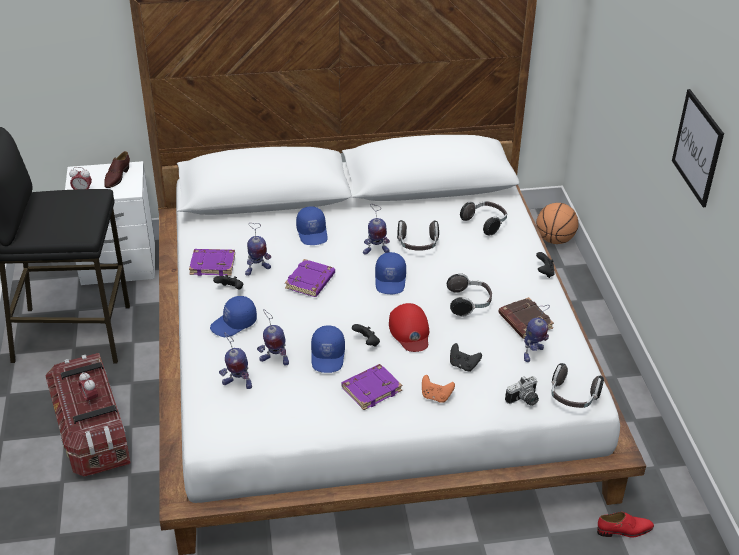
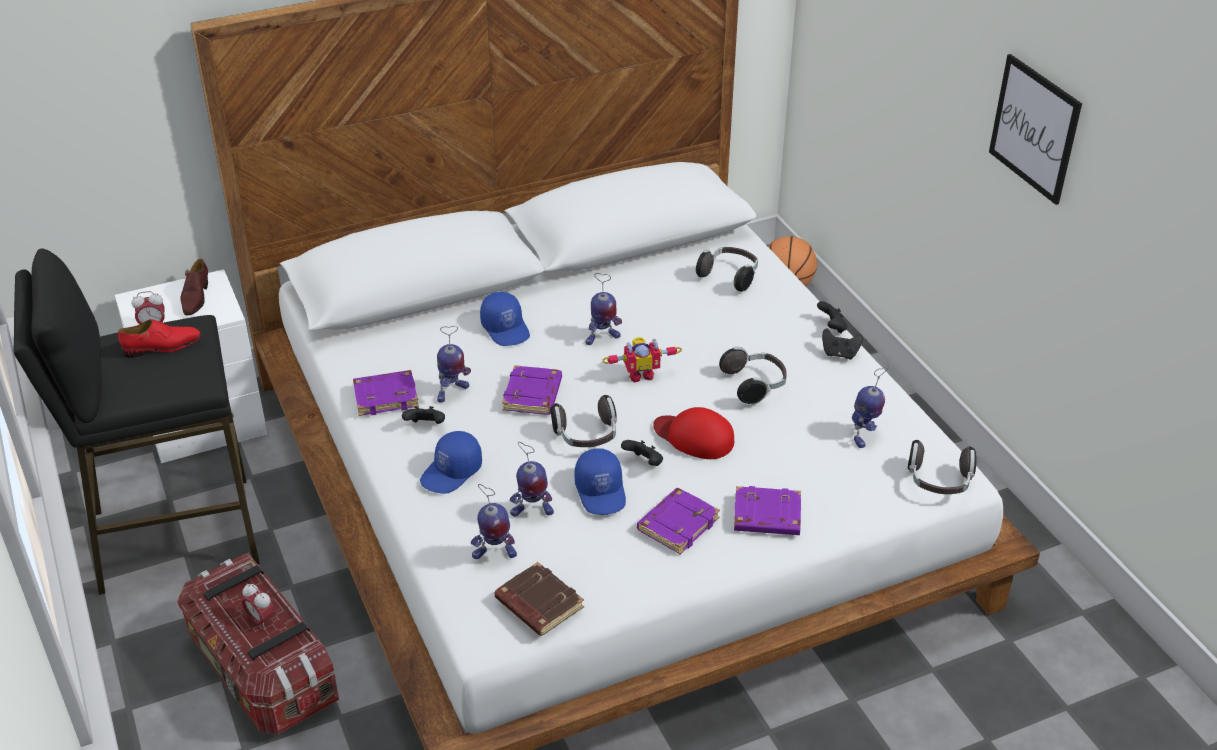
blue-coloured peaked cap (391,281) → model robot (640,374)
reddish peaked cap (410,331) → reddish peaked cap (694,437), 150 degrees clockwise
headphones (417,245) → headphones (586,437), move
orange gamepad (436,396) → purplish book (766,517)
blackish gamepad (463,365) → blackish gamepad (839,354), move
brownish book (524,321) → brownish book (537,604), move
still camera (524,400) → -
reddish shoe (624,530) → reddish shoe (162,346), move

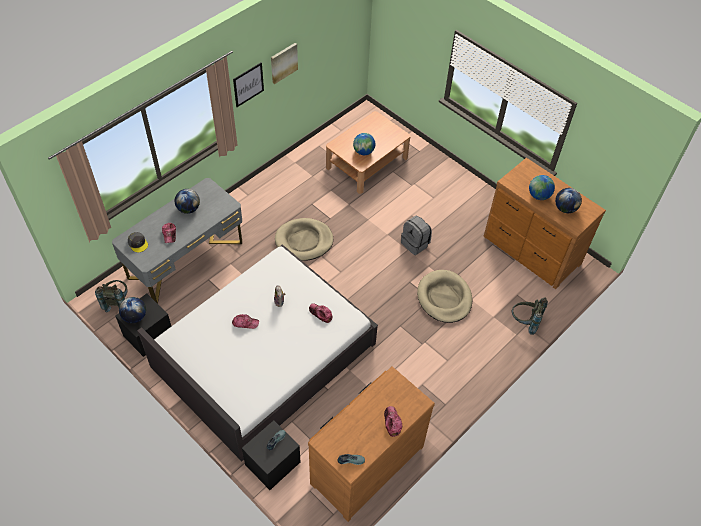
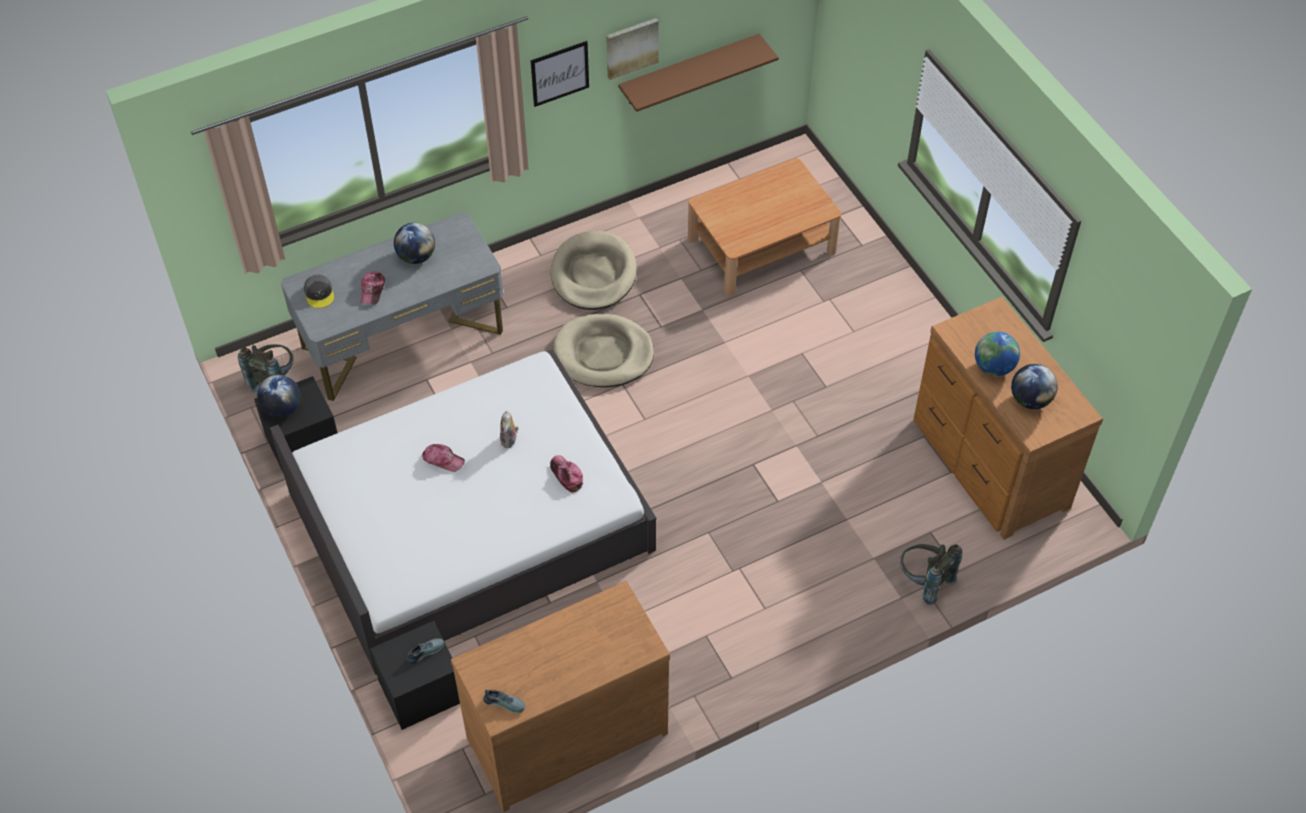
globe (363,152) → -
peaked cap (392,422) → -
greyish knapsack (415,244) → -
beige-coloured dog bed (444,298) → beige-coloured dog bed (593,274), move
- → brownish bracket shelf (689,70)

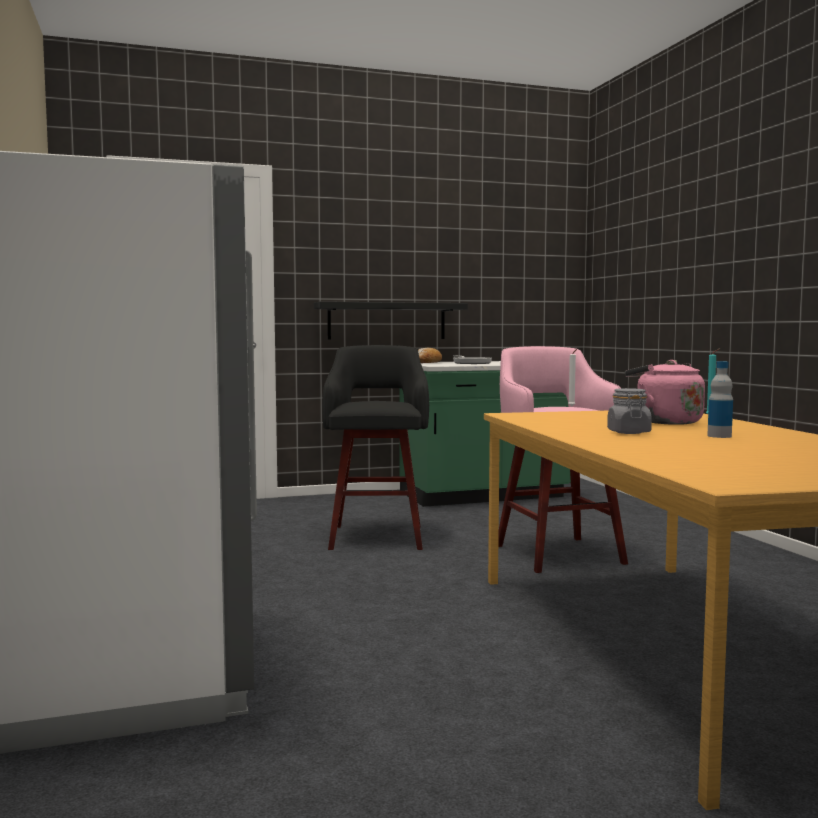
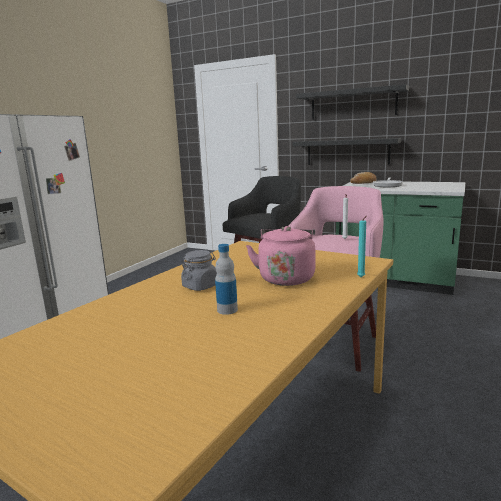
- → blackish bracket shelf (353,104)

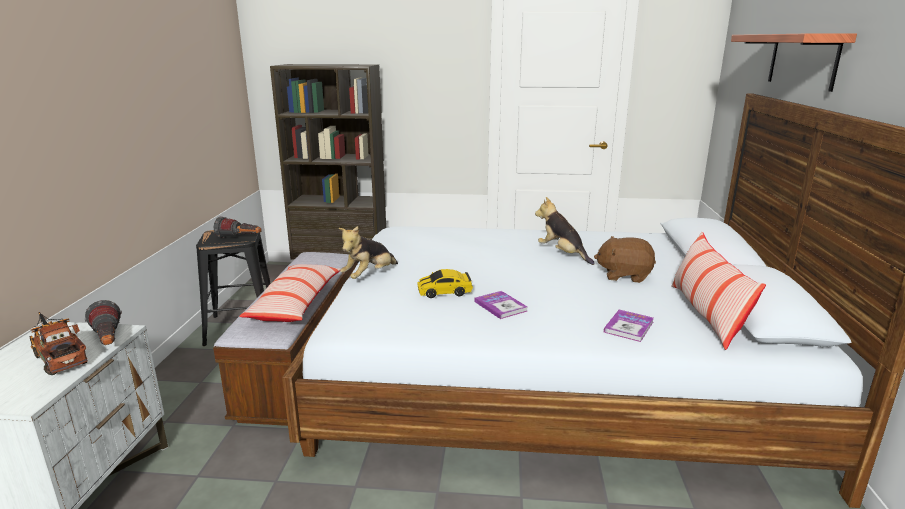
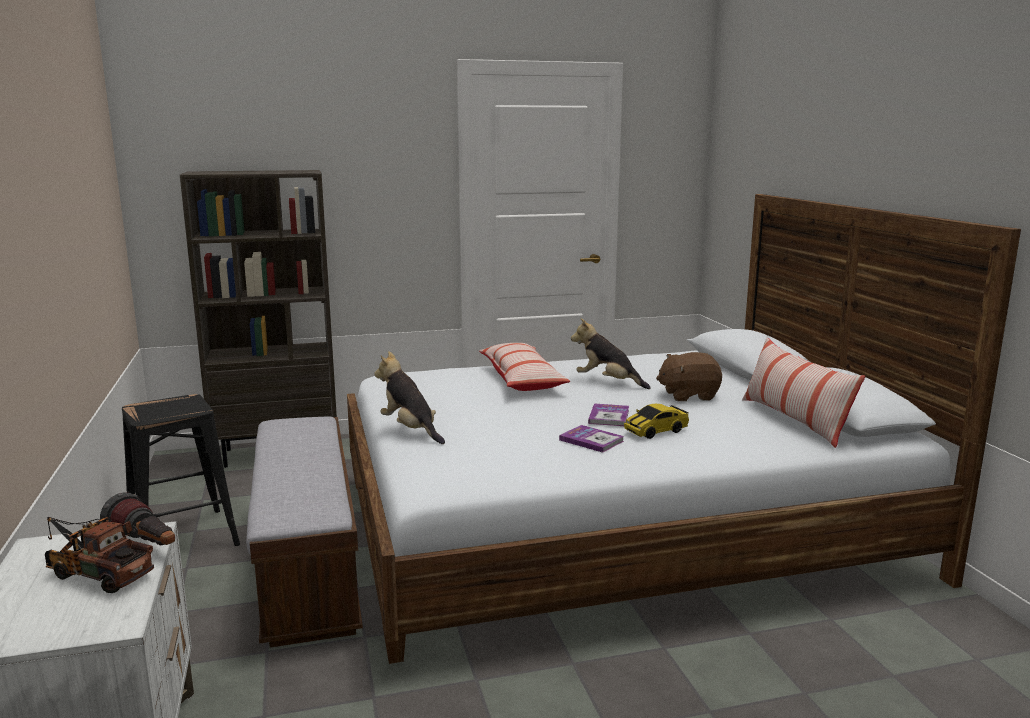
hand torch (240,238) → -
pillow (296,304) → pillow (522,379), move
soft toy (369,276) → soft toy (410,430), 120 degrees clockwise
toy car (444,292) → toy car (656,431), move
book (629,327) → book (609,416), move
bracket shelf (802,60) → -

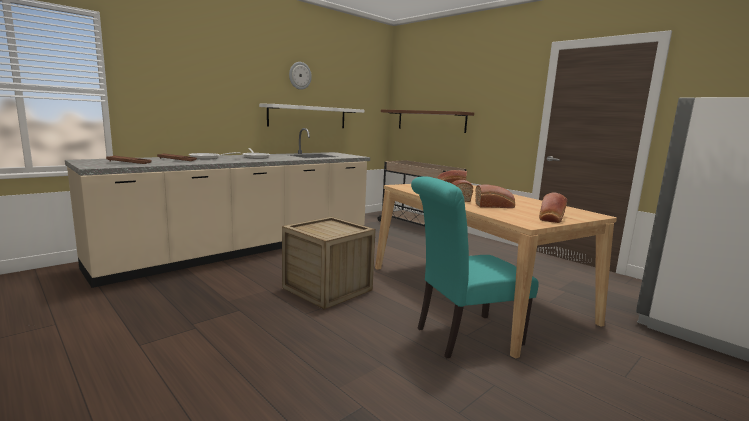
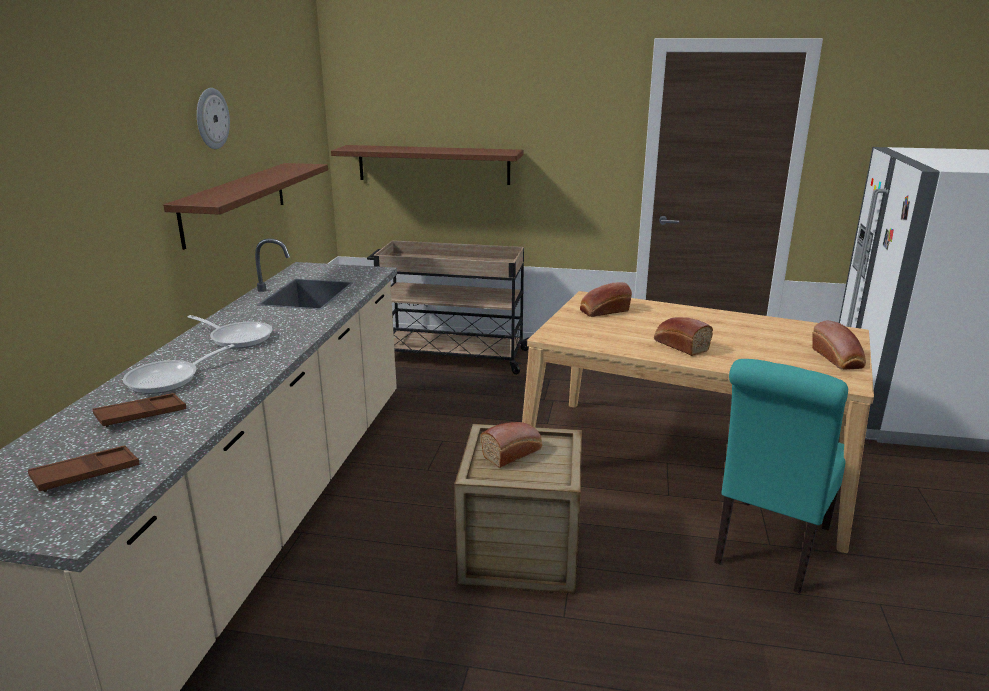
whitish bracket shelf (308,117) → brownish bracket shelf (235,202)
bread (495,206) → bread (513,453), move

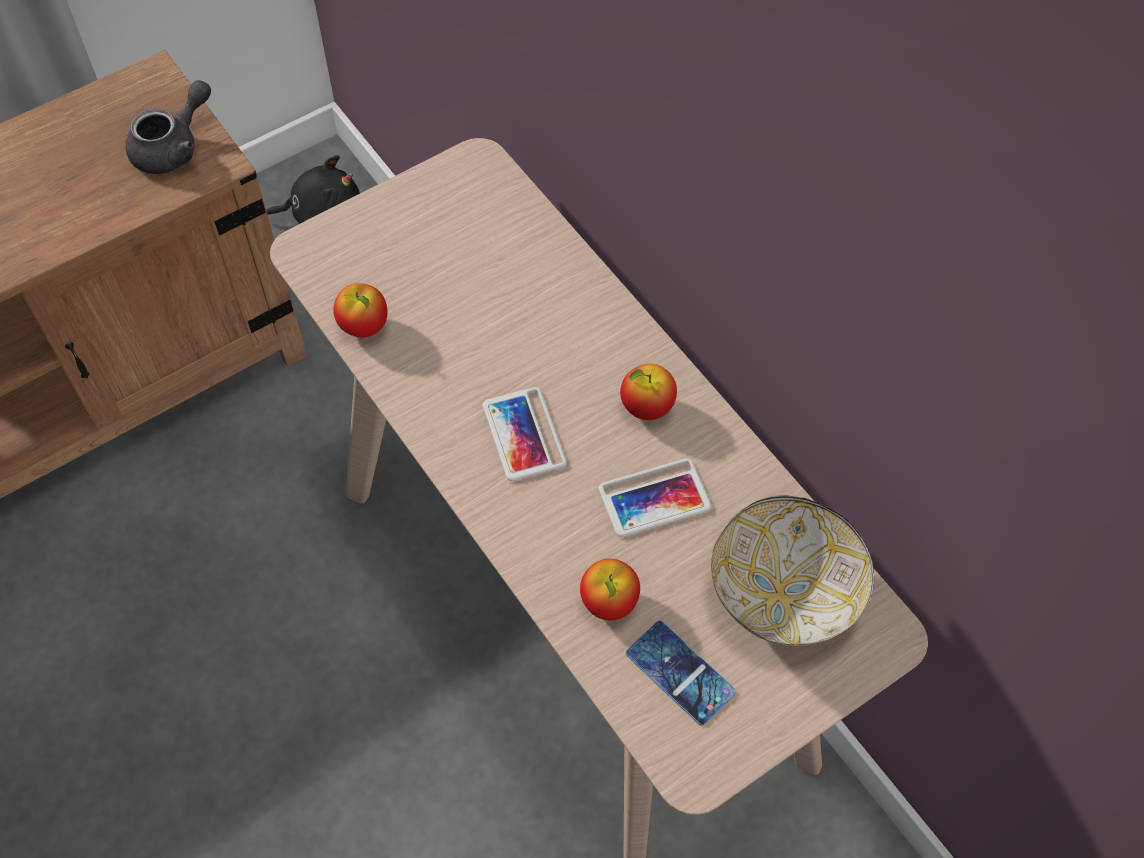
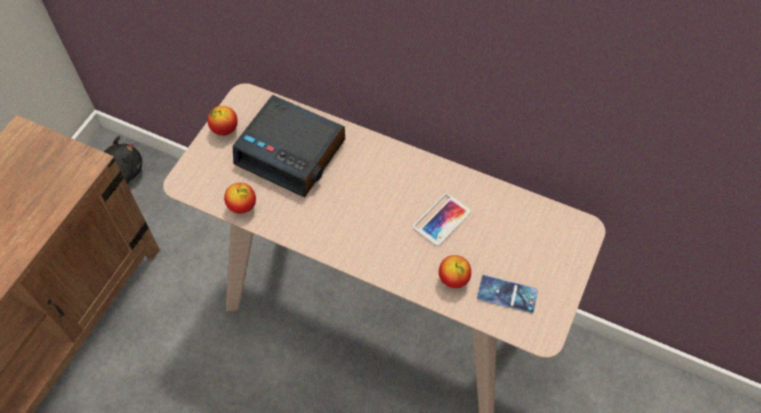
greyish pot for tea (174,147) → -
handset (524,434) → -
whole apple (647,407) → whole apple (225,129), move
serving bowl (785,595) → -
- → table clock (292,152)

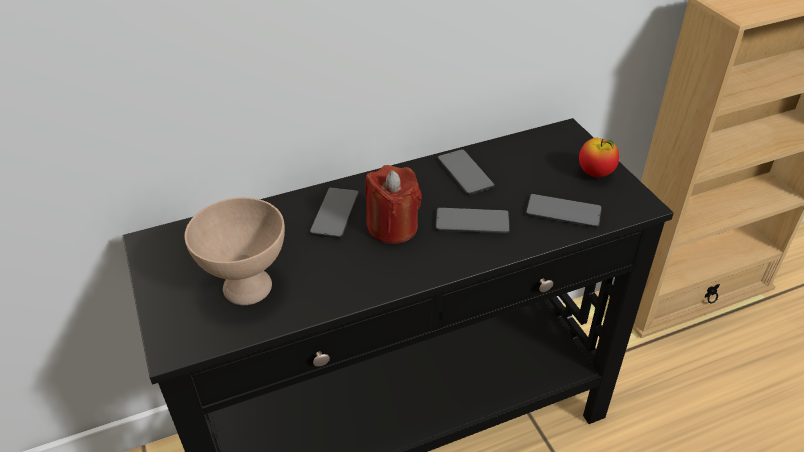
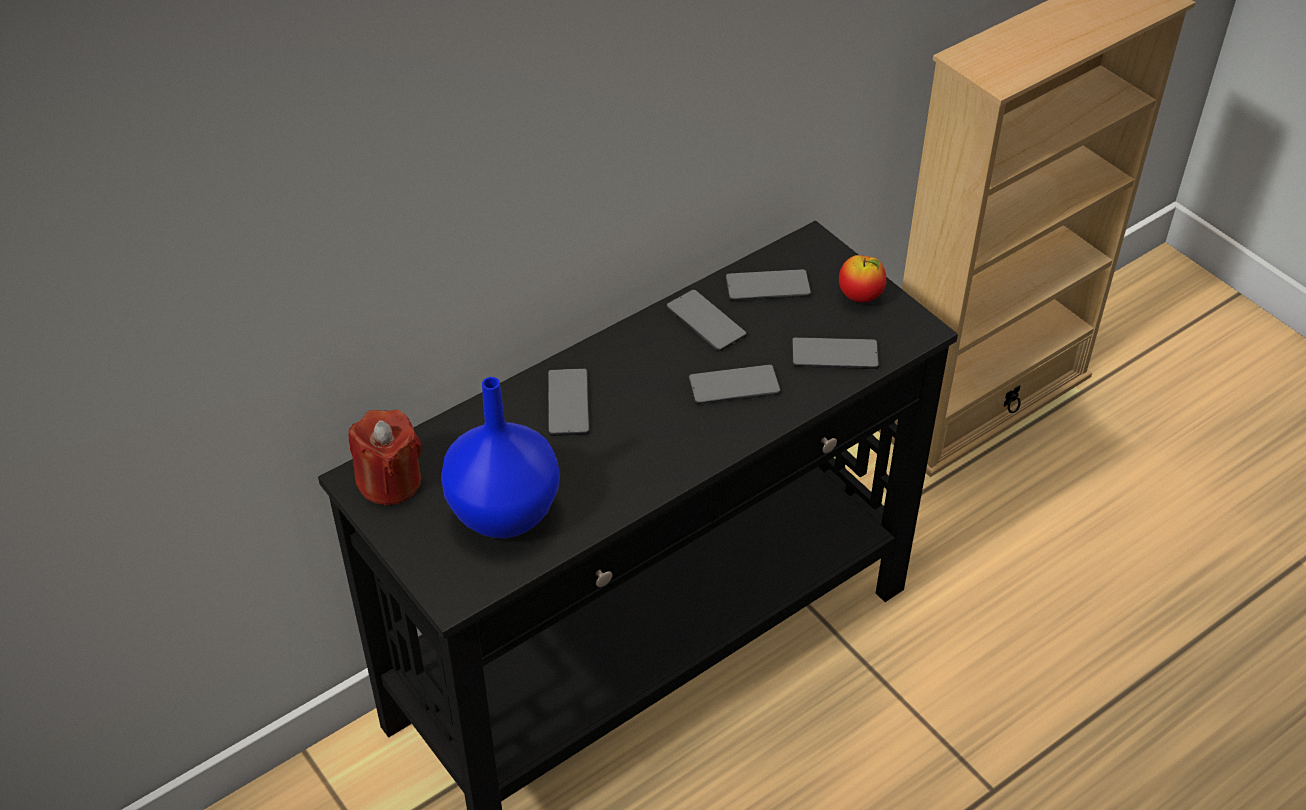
beige-coloured serving bowl (249,288) → blue-coloured vase (506,513)
reddish wax light (393,227) → reddish wax light (390,482), move
- → handset (767,287)

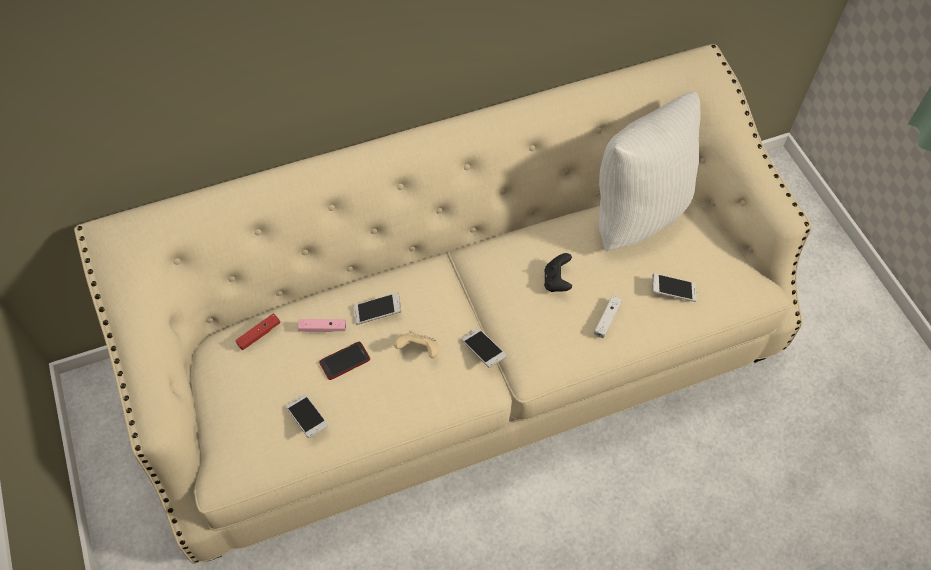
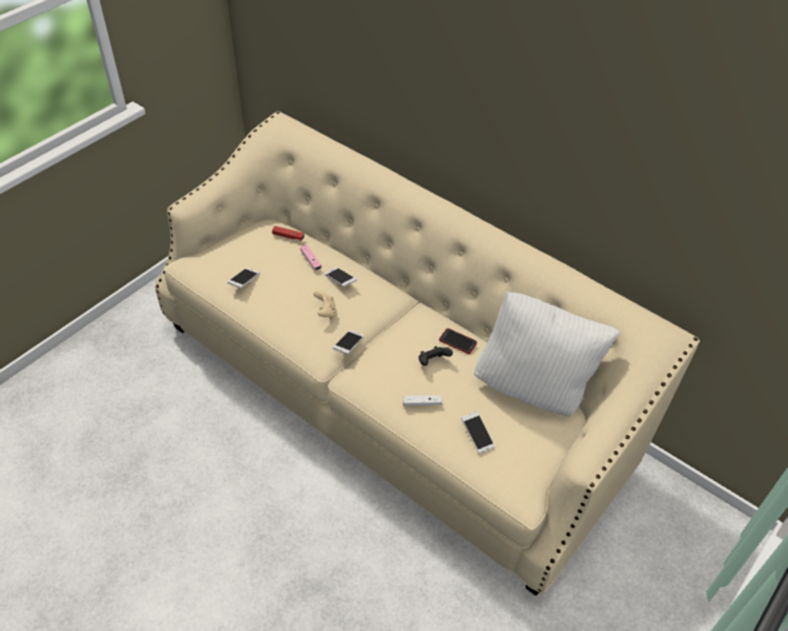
handset (345,361) → handset (458,341), move

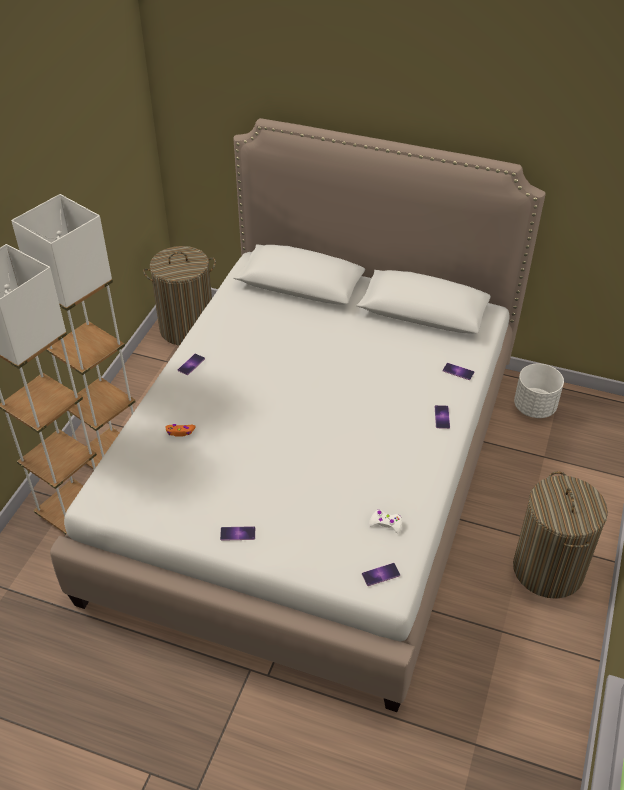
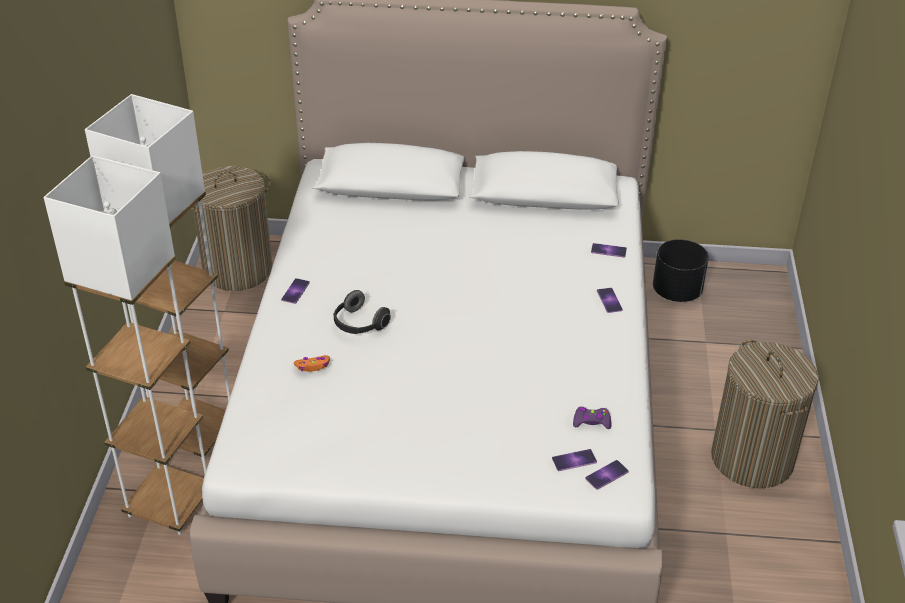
handset (237,533) → handset (574,460), move
whitish gamepad (386,524) → purplish gamepad (591,421)
whitish plant pot (535,407) → blackish plant pot (677,292)
- → headphones (359,325)

